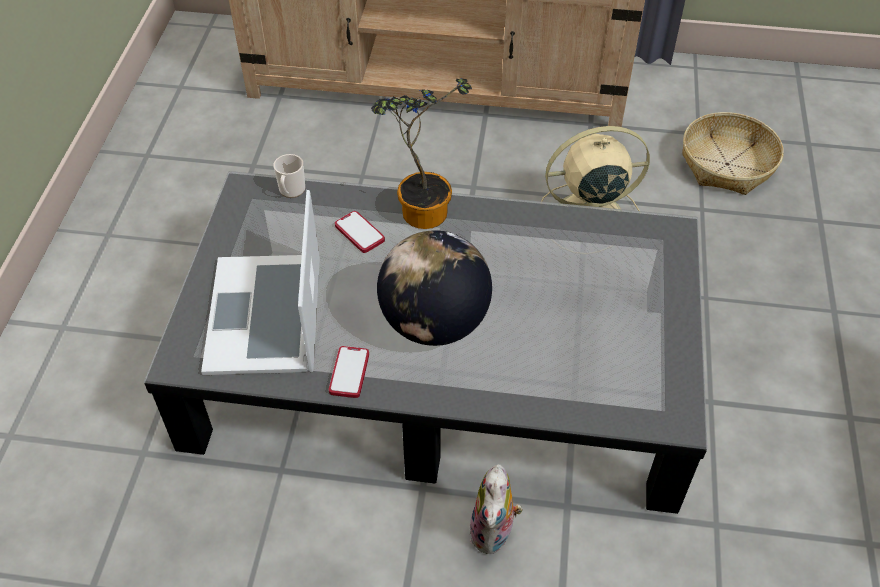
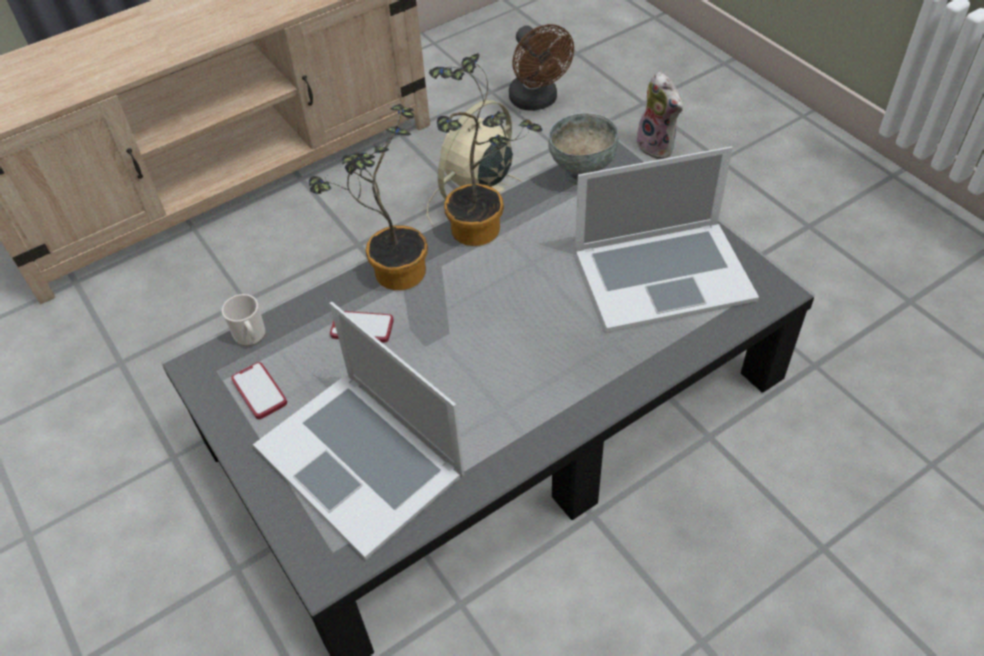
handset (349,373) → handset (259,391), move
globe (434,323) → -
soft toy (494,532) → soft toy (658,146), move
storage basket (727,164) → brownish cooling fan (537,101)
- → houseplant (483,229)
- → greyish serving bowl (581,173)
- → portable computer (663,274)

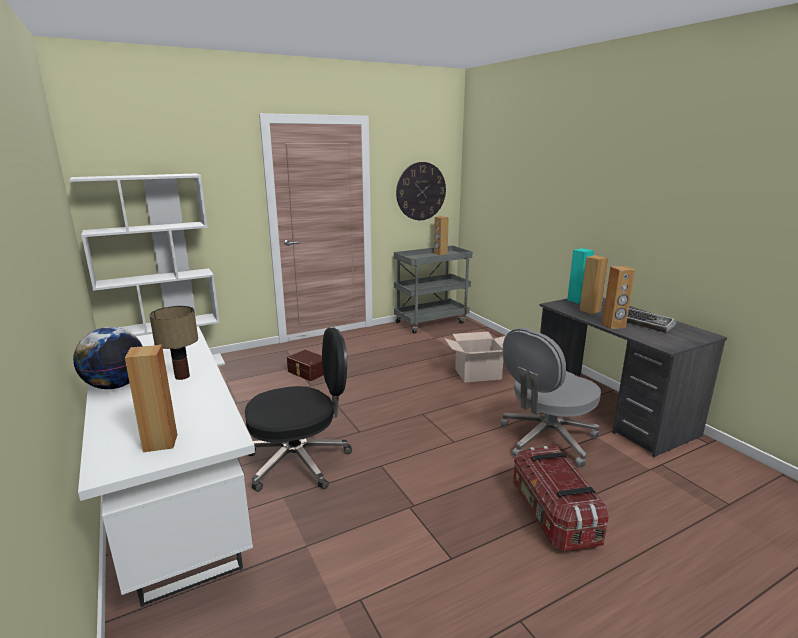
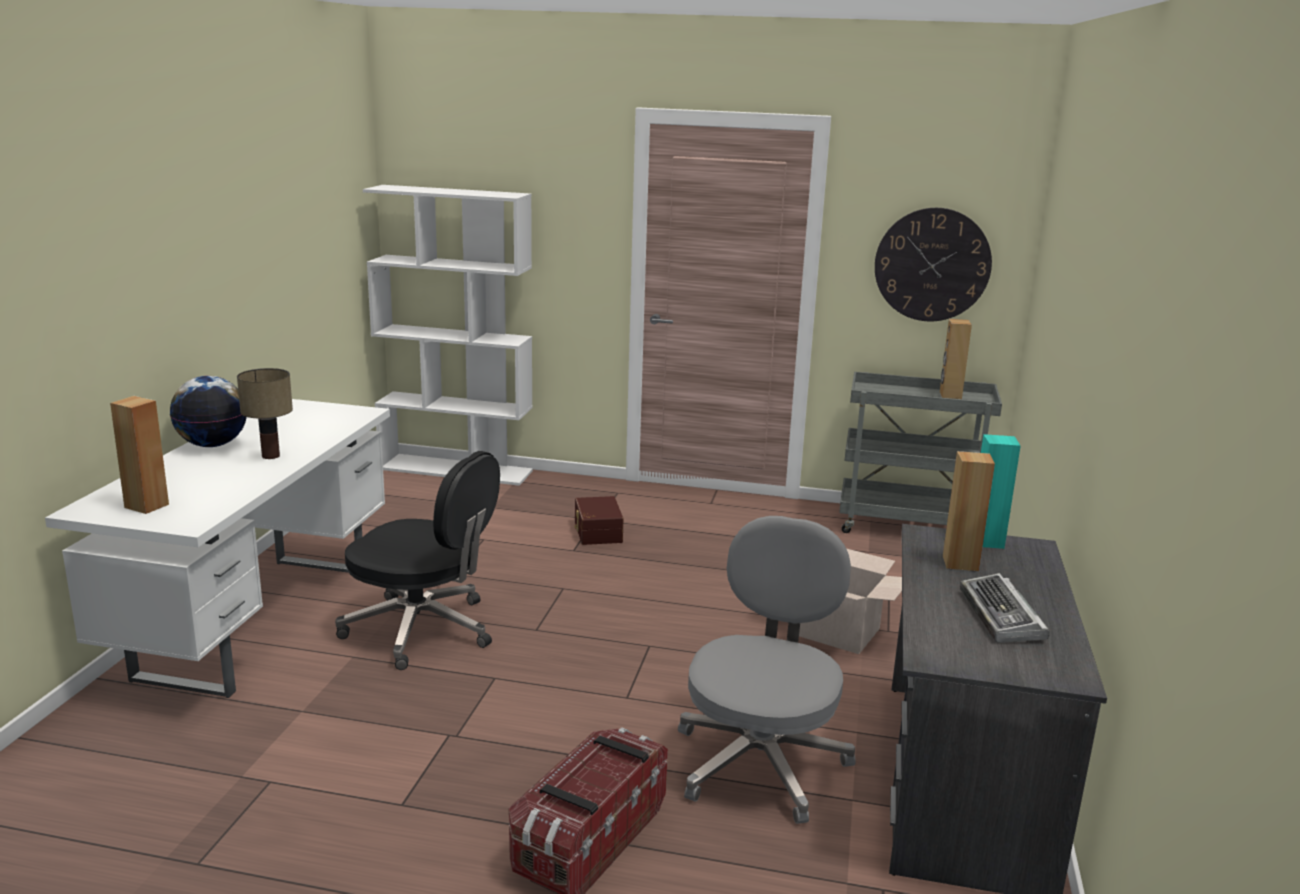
greyish computer chair (546,440) → greyish computer chair (761,761), 105 degrees clockwise
brownish audio speaker (613,325) → -

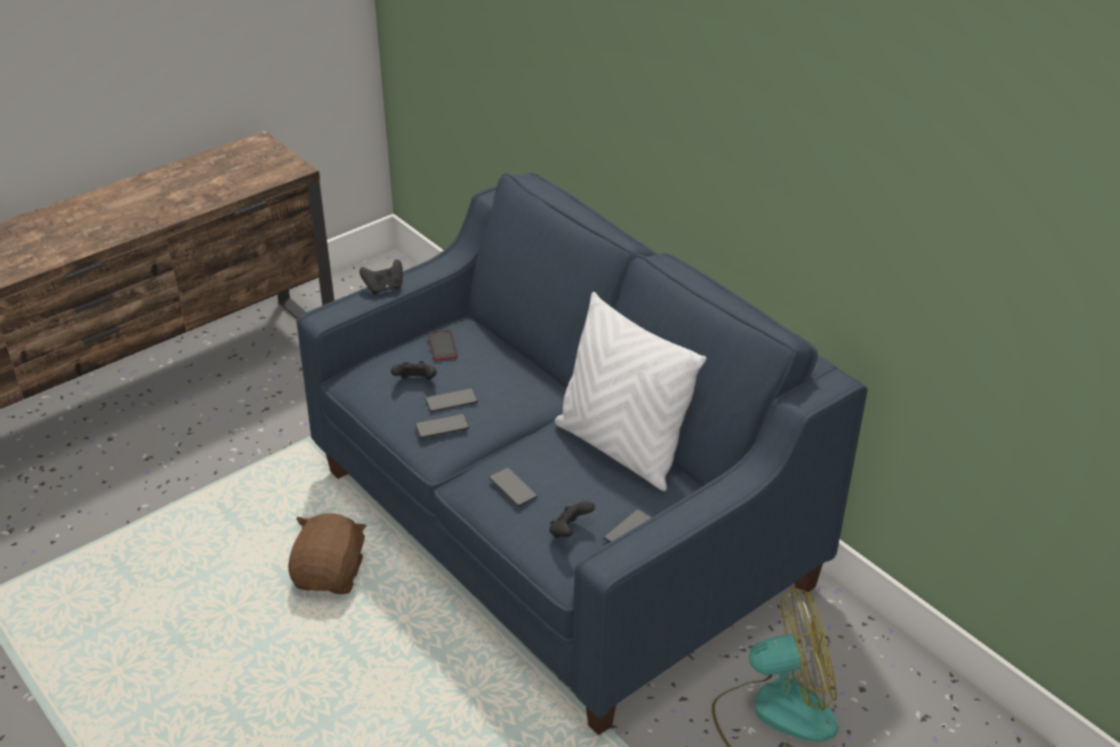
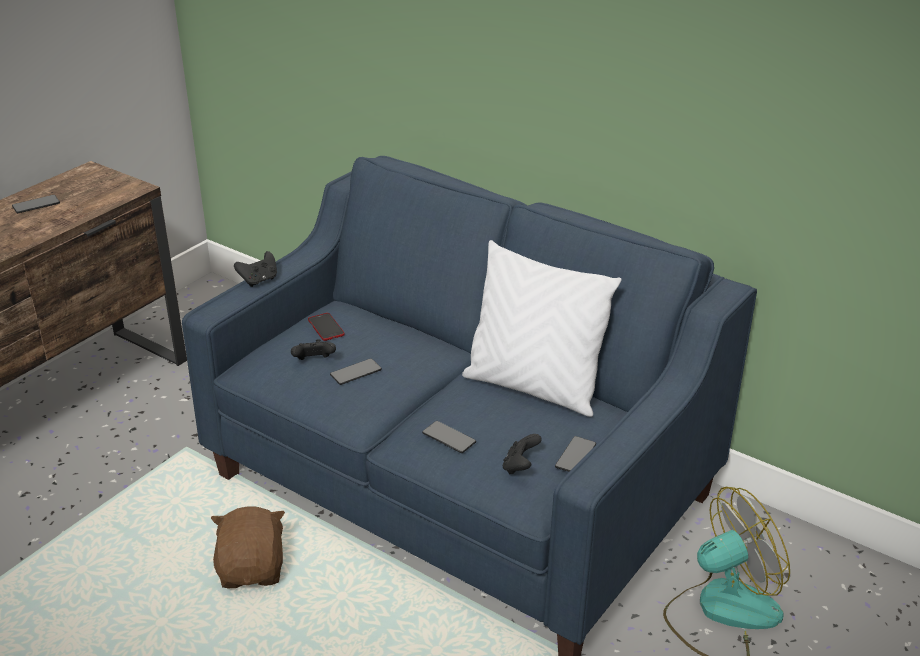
handset (442,427) → handset (36,205), move

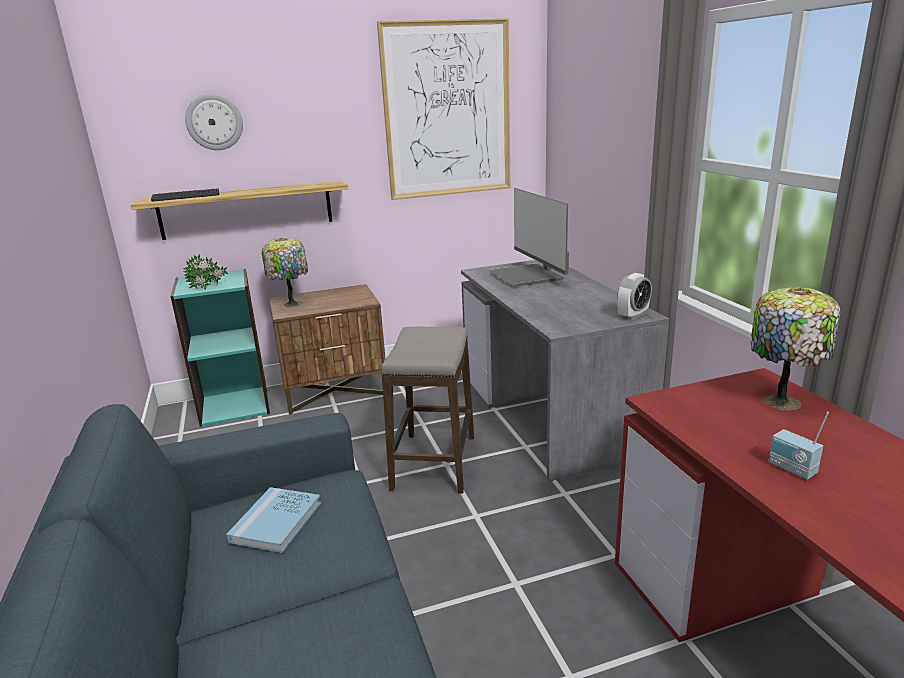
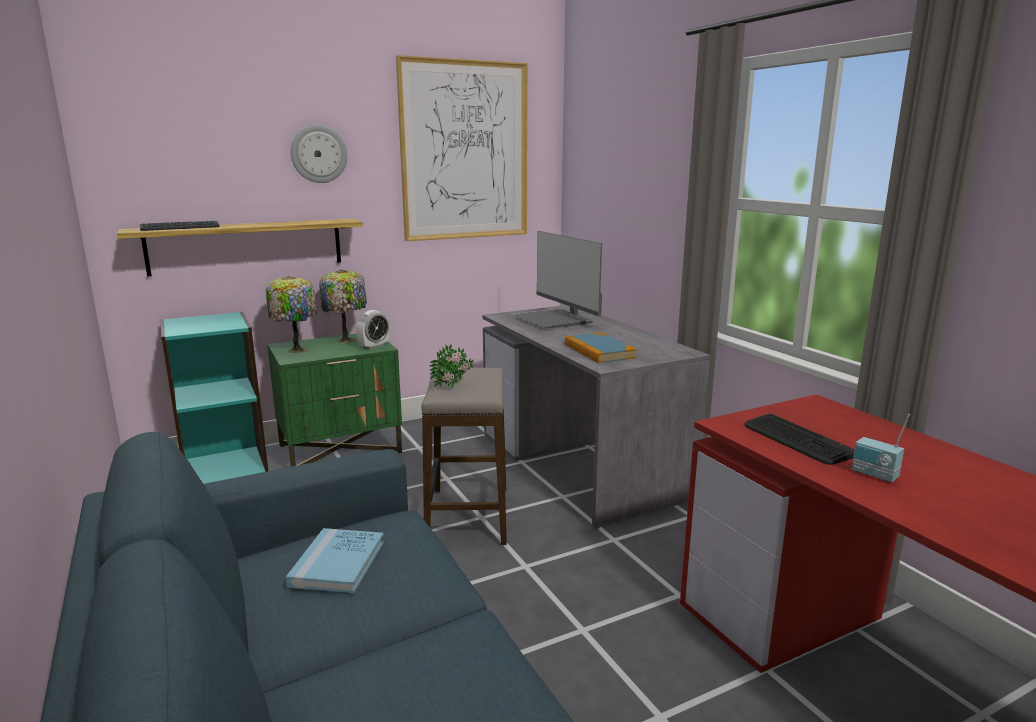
houseplant (209,288) → houseplant (454,386), move
hanging clock (214,122) → hanging clock (319,154), move
brownish bedside table (335,391) → green-coloured bedside table (341,449)
table clock (632,315) → table clock (374,347), move
tabletop lamp (783,401) → tabletop lamp (347,340), move
- → book (599,351)
- → computer keyboard (796,440)

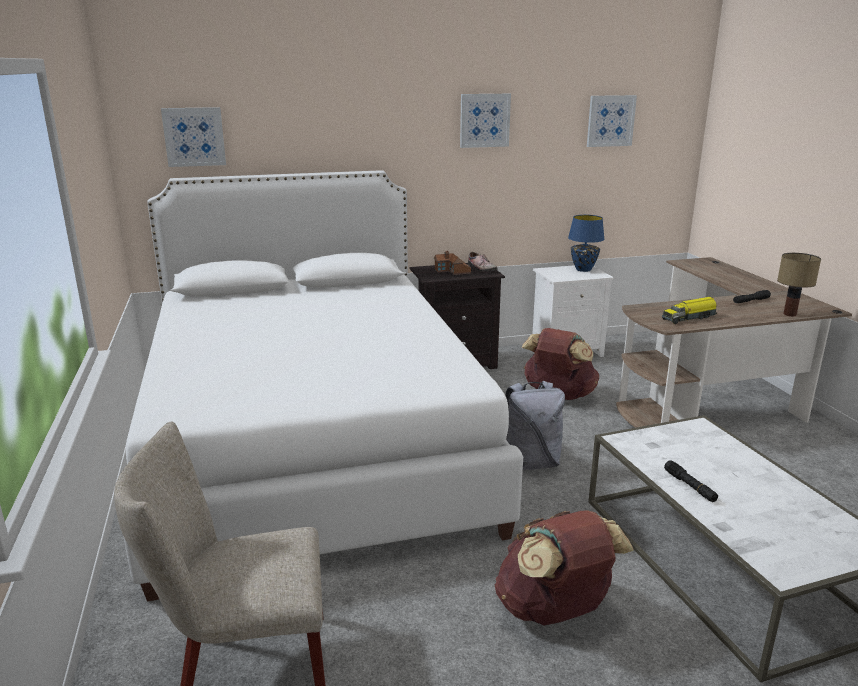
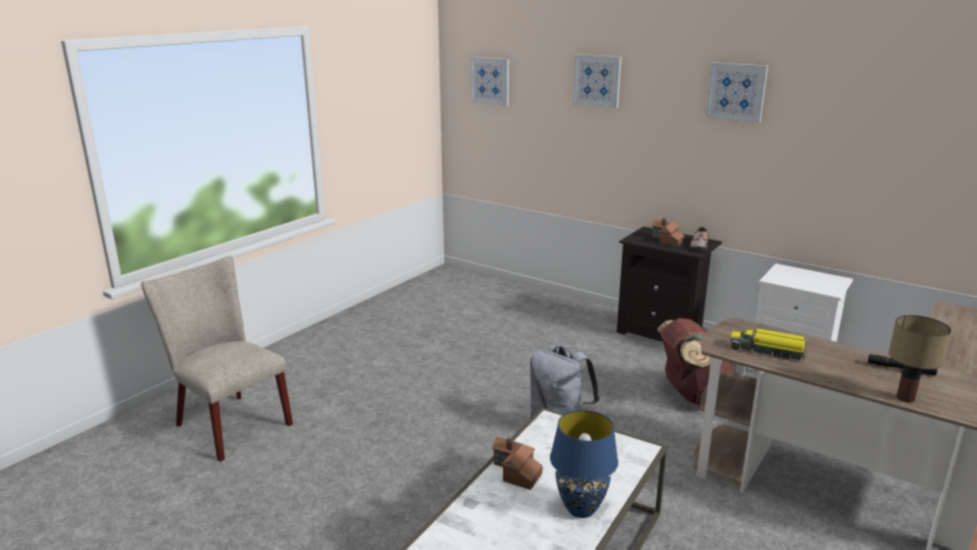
whitish bed (311,444) → -
brownish knapsack (554,610) → -
blue-coloured tabletop lamp (583,269) → blue-coloured tabletop lamp (581,509), move
wall art (610,121) → wall art (597,80), move
blackish hand torch (690,486) → miniature house (515,471)

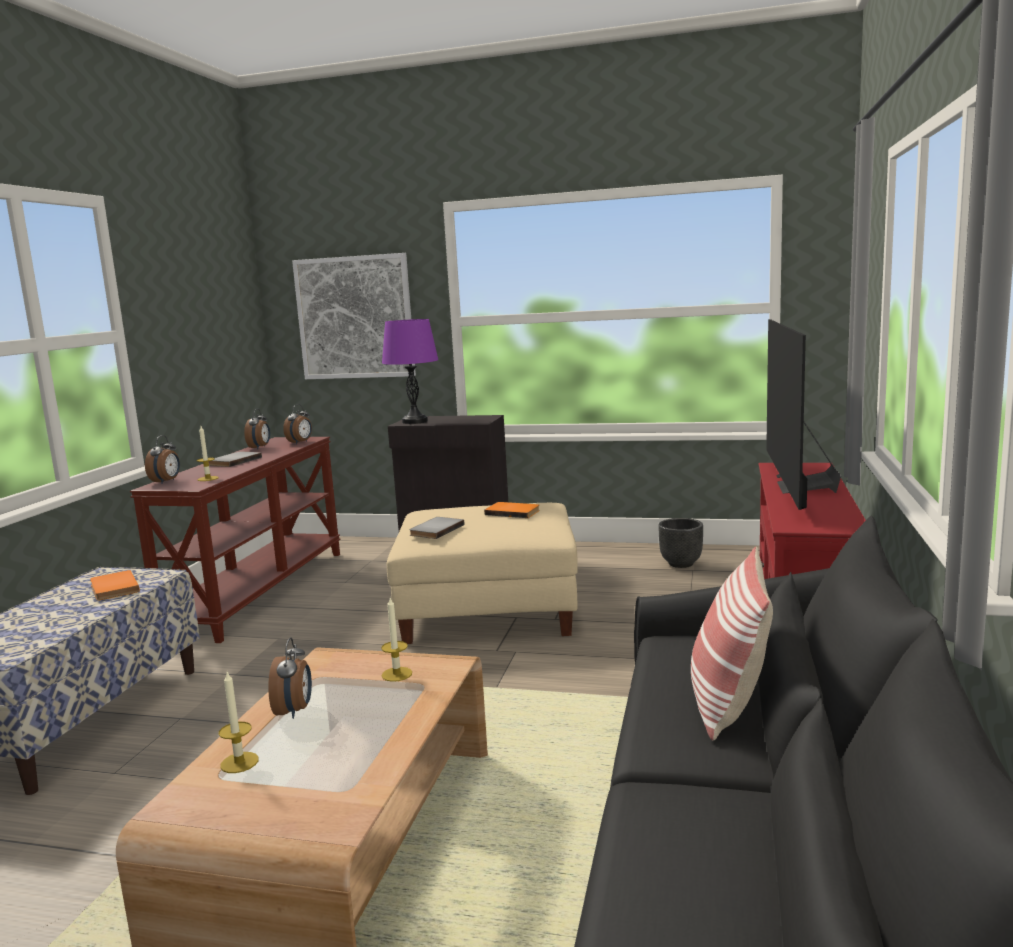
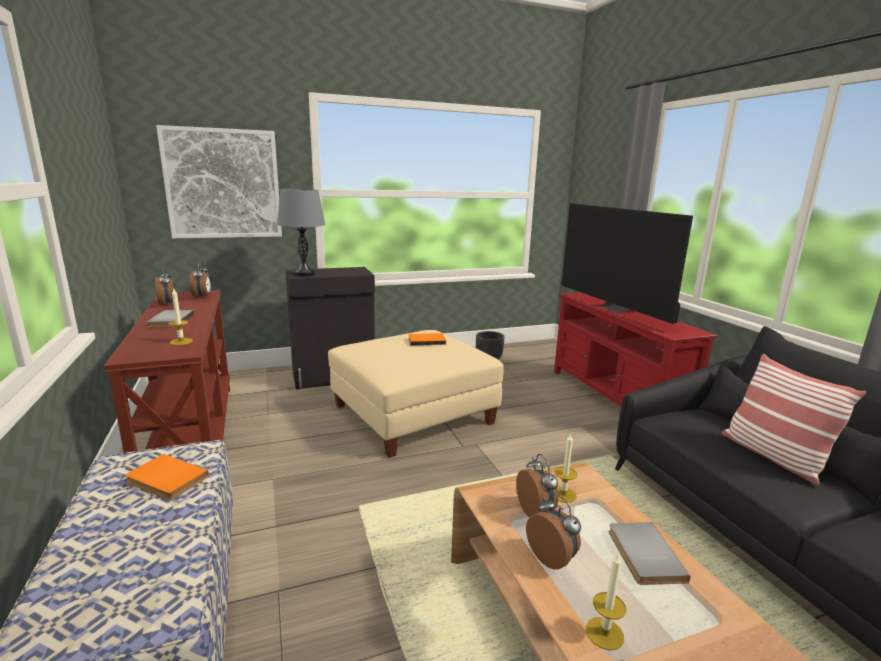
table clock (166,482) → table clock (536,511), move
purplish tabletop lamp (415,421) → greyish tabletop lamp (304,274)
greyish book (435,530) → greyish book (642,555), move

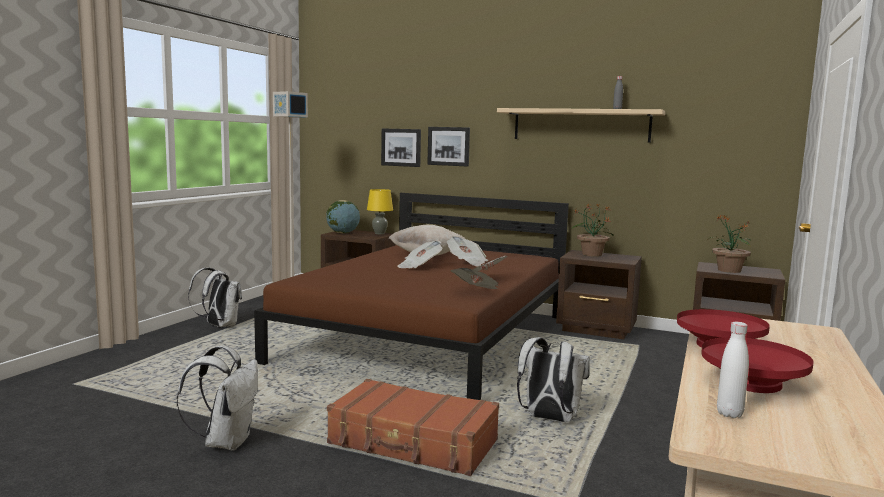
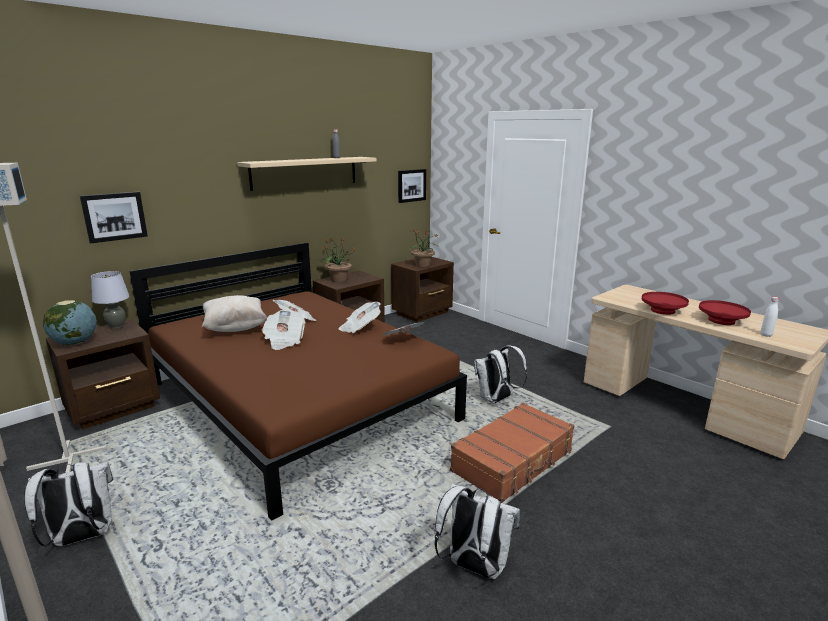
yellow tabletop lamp (379,233) → greyish tabletop lamp (116,326)
wall art (449,146) → wall art (411,185), move

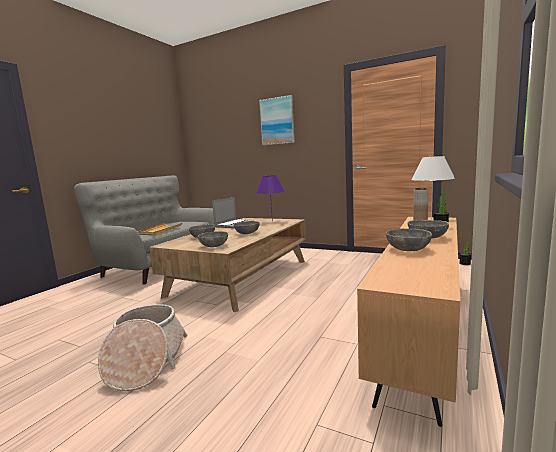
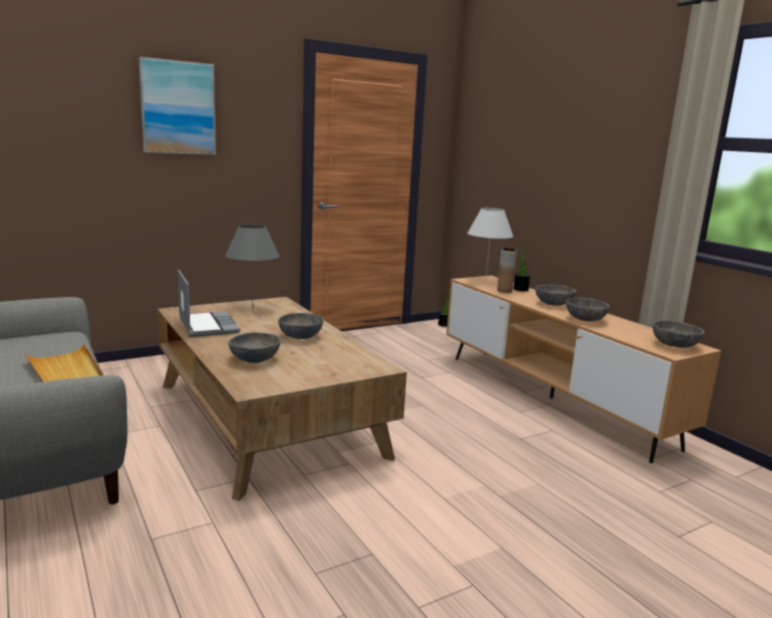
storage basket (146,361) → -
greyish serving bowl (213,246) → greyish serving bowl (675,345), move
purplish tabletop lamp (272,221) → greyish tabletop lamp (252,308)

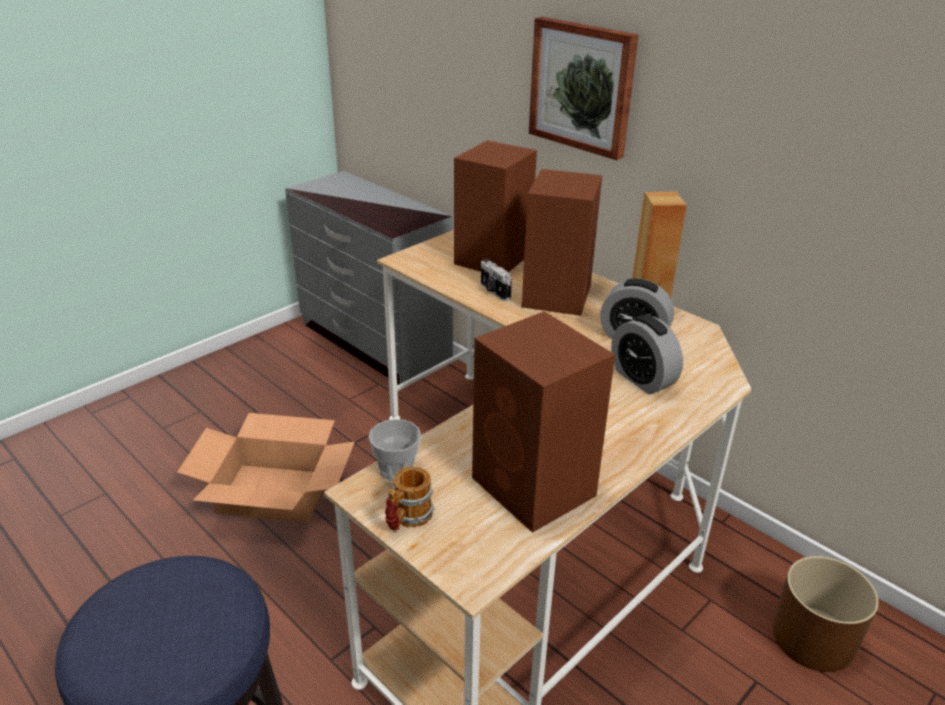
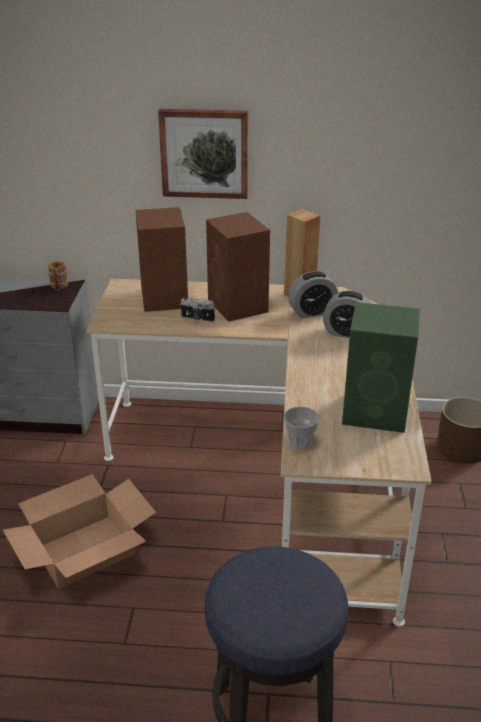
tea mug (407,519) → tea mug (59,287), move
brownish audio speaker (535,488) → green-coloured audio speaker (377,412)

